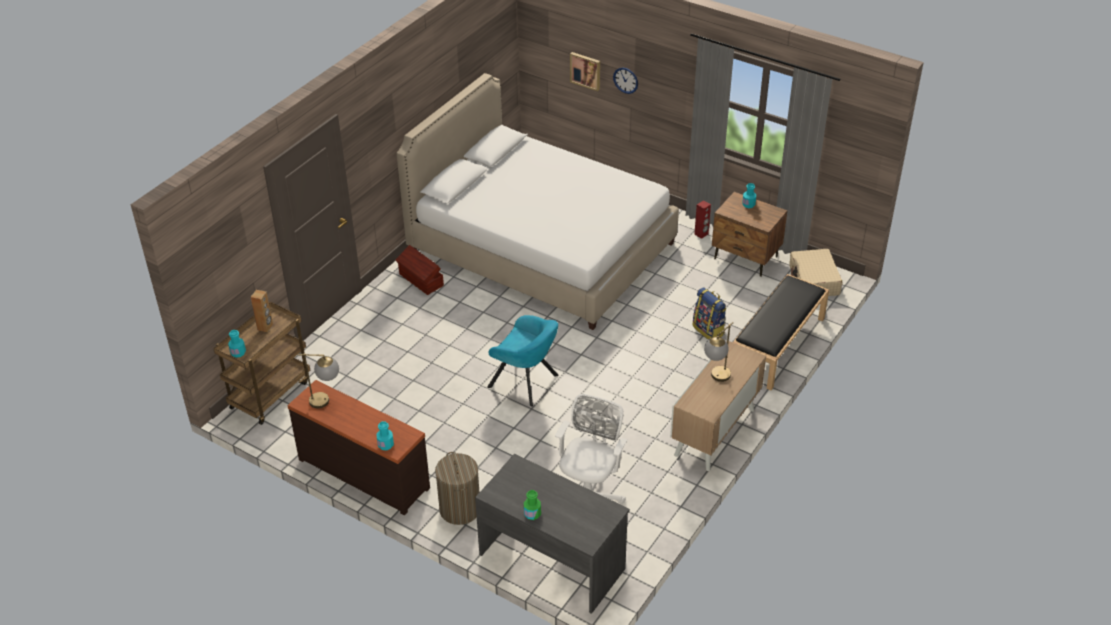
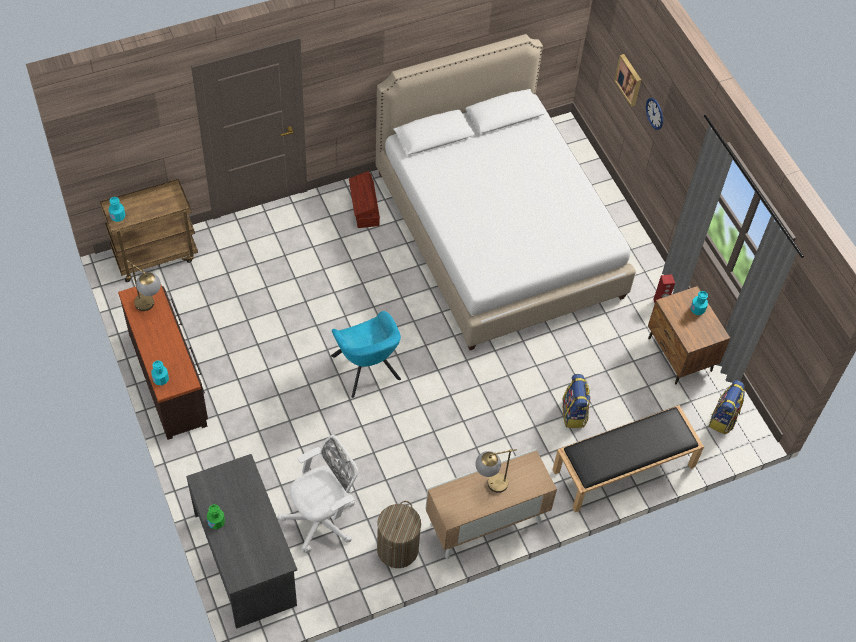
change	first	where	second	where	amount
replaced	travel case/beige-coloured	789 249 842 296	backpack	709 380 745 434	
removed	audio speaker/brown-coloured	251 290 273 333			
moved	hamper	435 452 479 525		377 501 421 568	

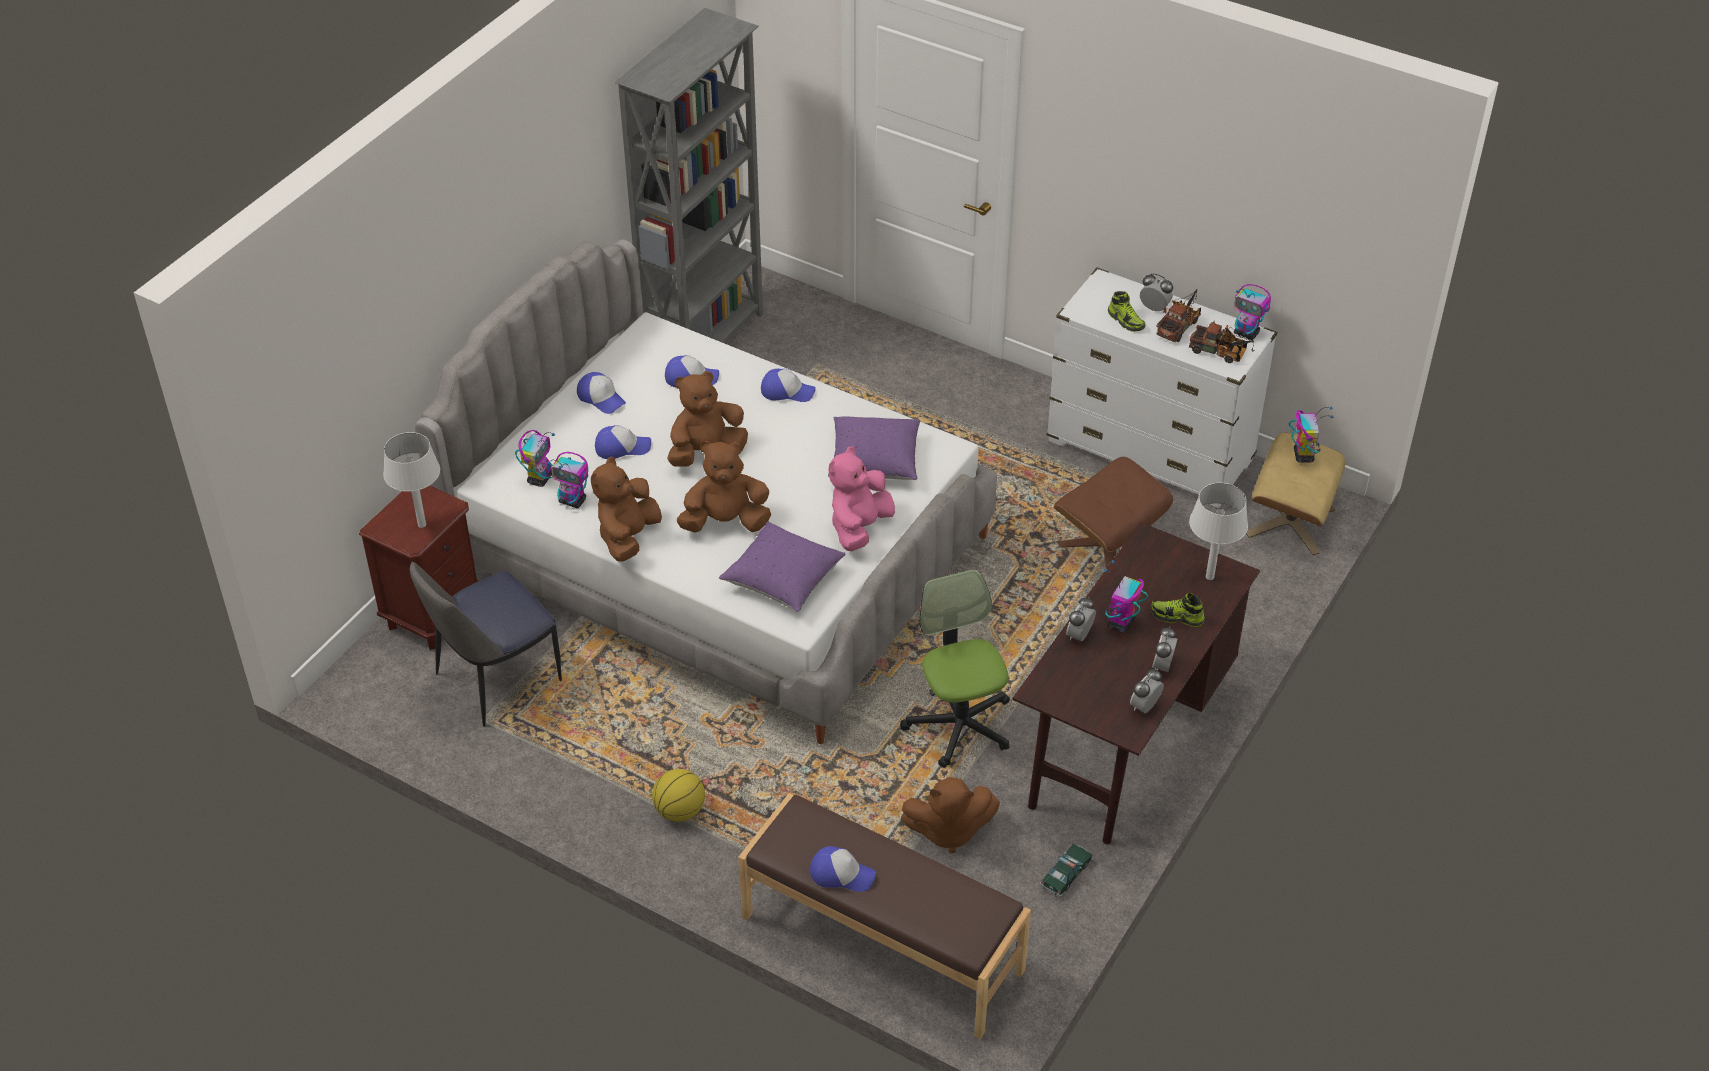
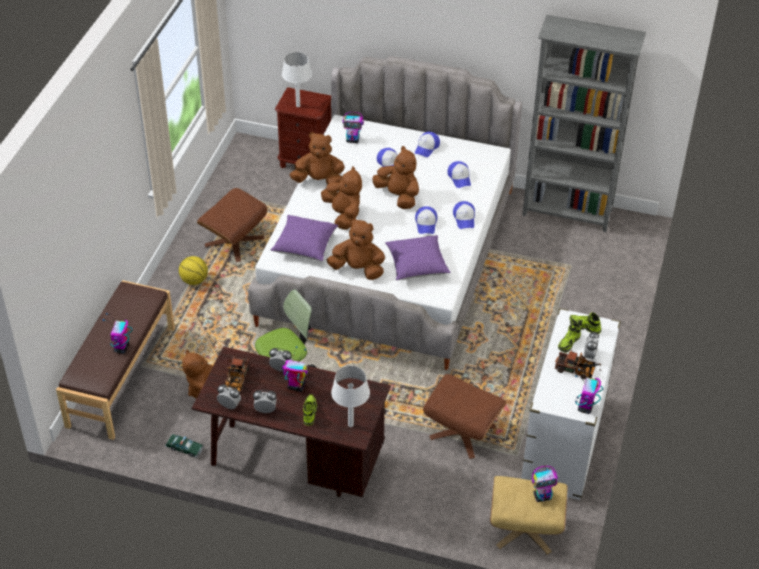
change	first	where	second	where	amount
moved	model truck	1189 320 1254 363		225 356 250 391	
recoloured	cuddly toy/pink	828 446 895 551	cuddly toy/brown-coloured	327 218 385 280	
moved	toy robot	547 452 588 508		103 313 133 354	
removed	upright chair	410 562 562 727			
moved	baseball cap	810 846 876 892		415 206 437 234	
added			pouffe/brown-coloured	197 188 268 262	
added			item of footwear	570 313 601 334	

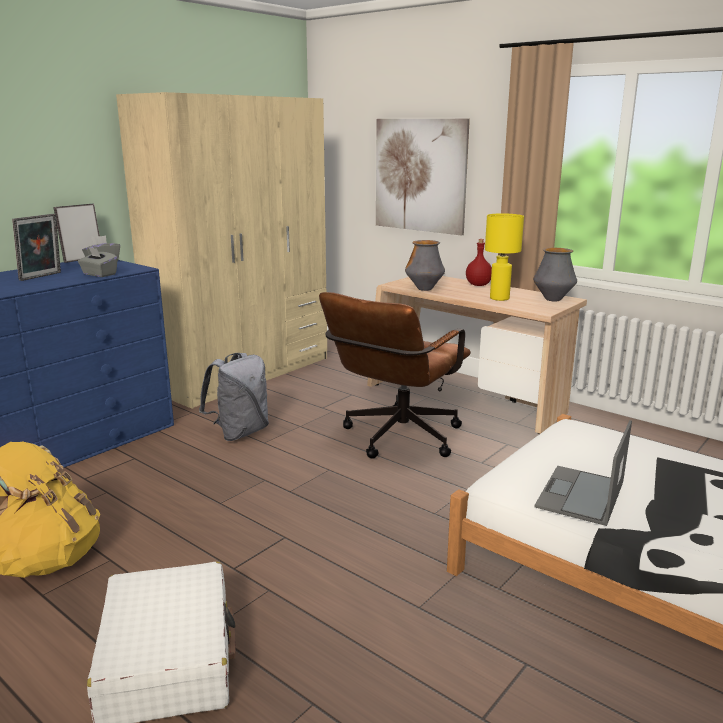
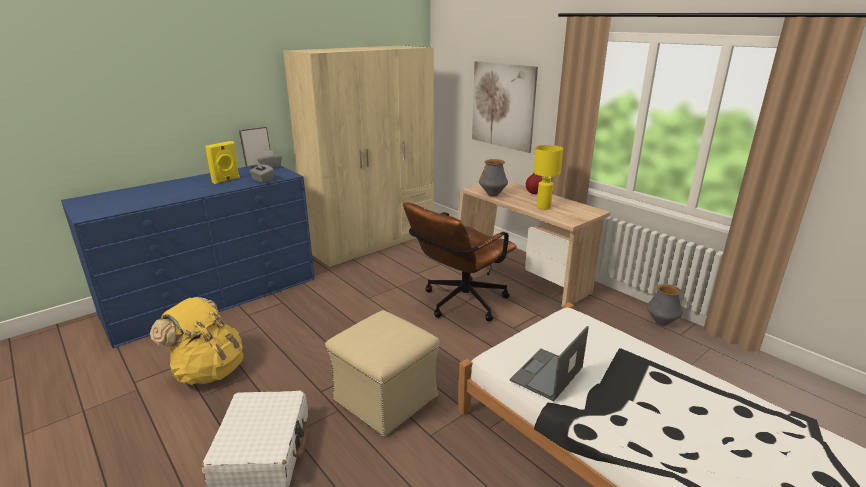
change	first	where	second	where	amount
replaced	standing frame	12 214 61 281	audio speaker/yellow	205 141 240 184	
moved	flower vase	533 248 577 301		647 284 682 326	
removed	backpack/grey	199 353 269 441			
added			pouffe/beige-coloured	325 310 440 437	

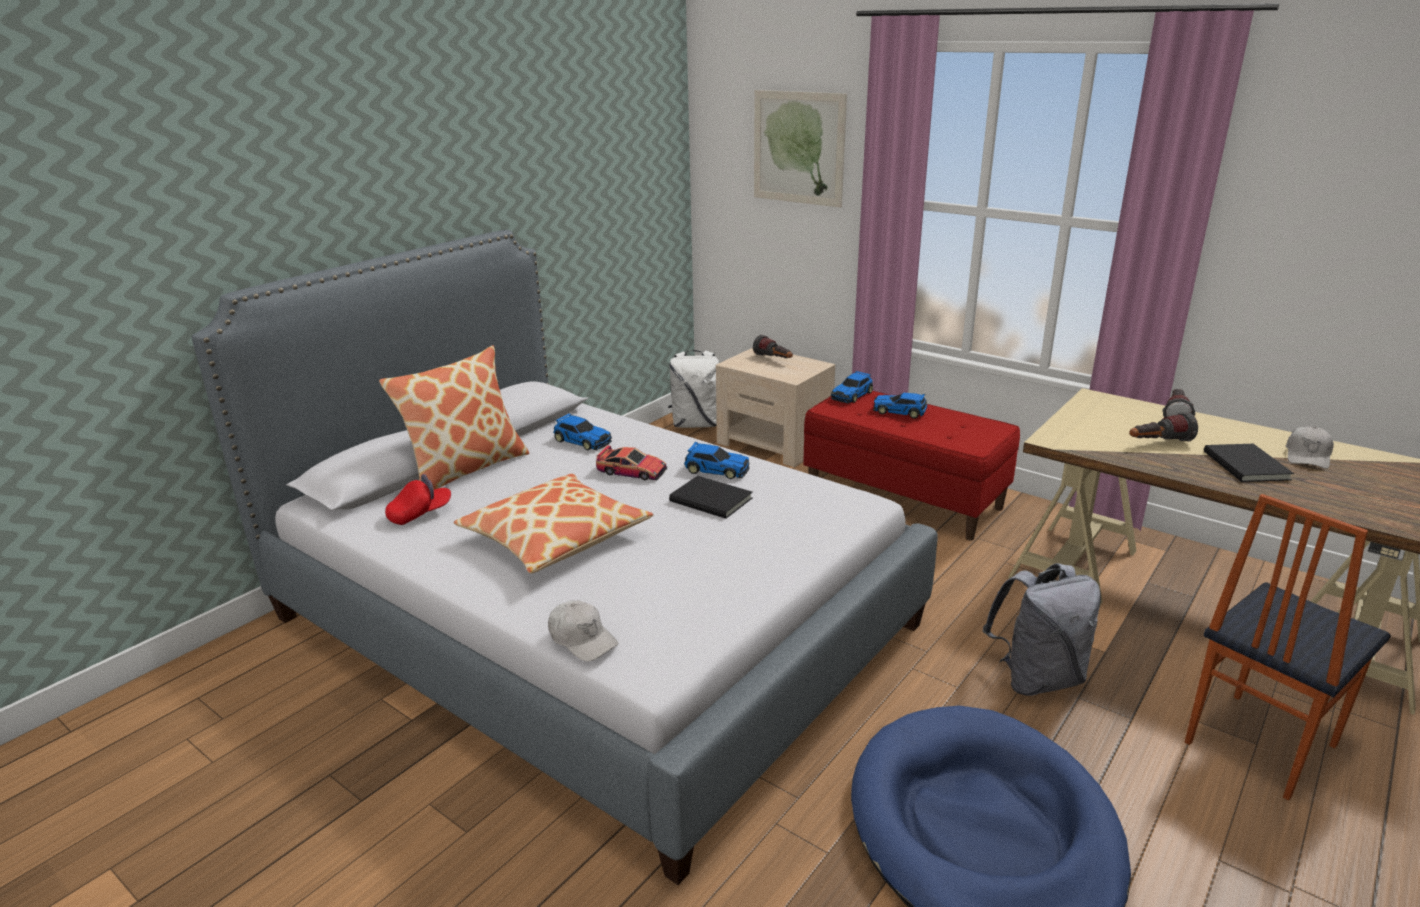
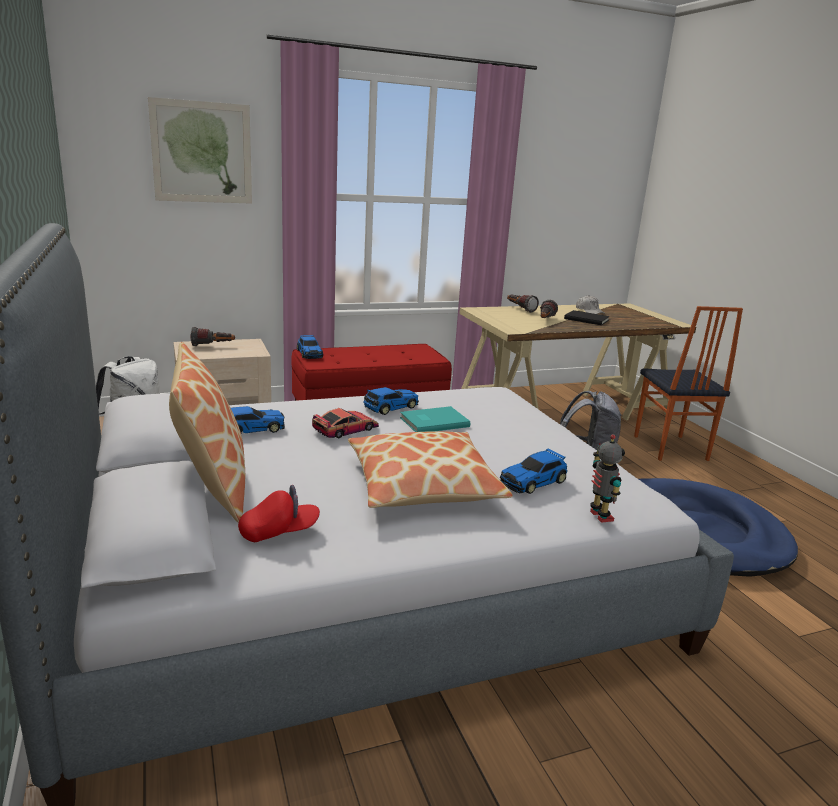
change	first	where	second	where	amount
moved	miniature car	873 393 927 419		500 448 567 494	
turned	baseball cap/red-coloured	385 474 451 525		238 485 320 542	75 degrees clockwise
recoloured	bound book/blackish	669 476 752 519	bound book/turquoise	400 406 470 432	
replaced	baseball cap/white	548 600 618 662	toy robot	590 434 625 523	

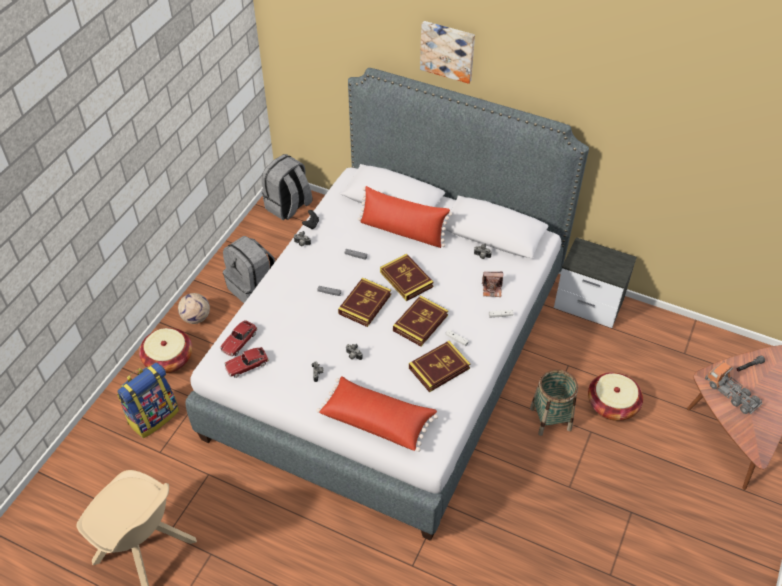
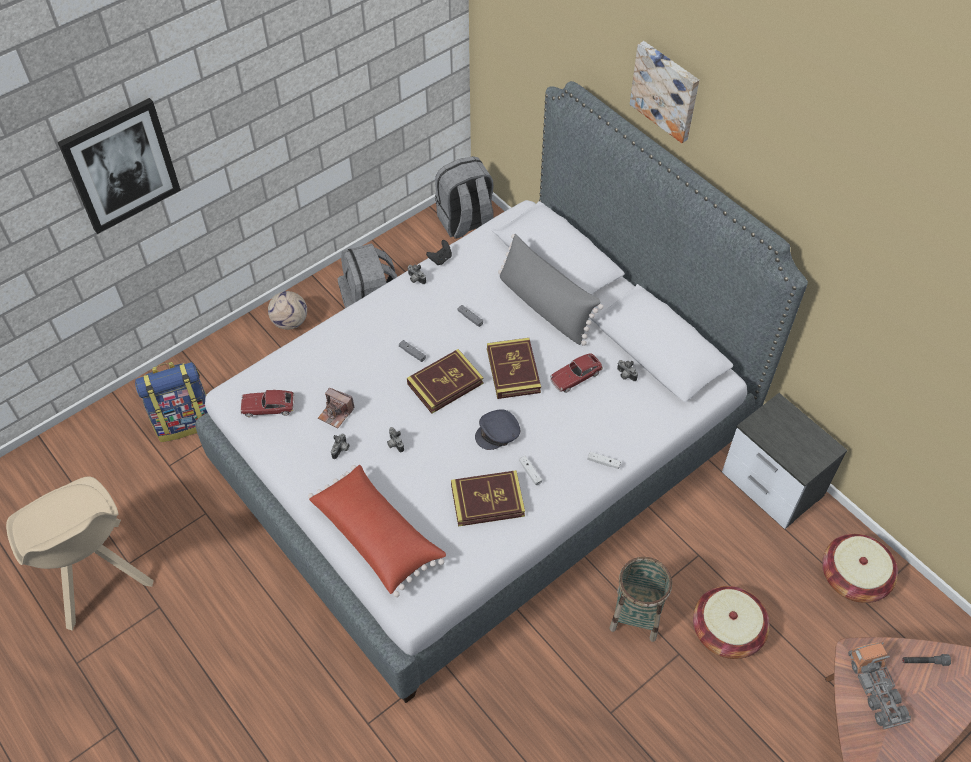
change	first	where	second	where	amount
recoloured	throw pillow/red-coloured	358 186 452 248	throw pillow/grey	498 234 603 346	
moved	photo camera	482 272 503 297		318 388 355 428	
replaced	bound book	393 295 448 346	baseball cap/grey	475 409 520 450	
moved	miniature car	220 320 257 357		550 353 603 393	
moved	household basket	139 328 192 373		822 534 898 603	
added			wall art	58 98 181 234	

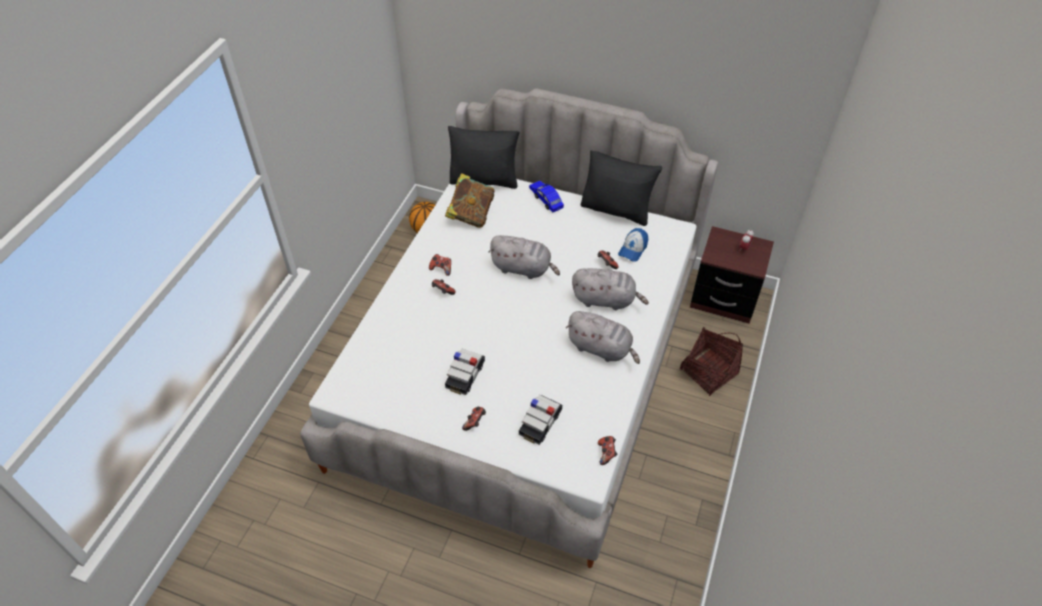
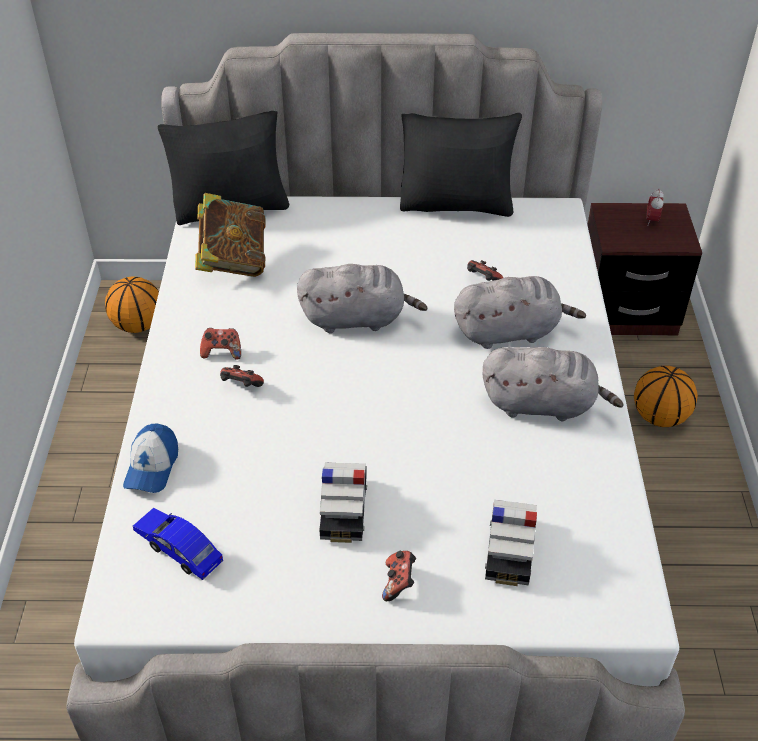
change	first	where	second	where	amount
moved	miniature car/blue	529 181 564 212		133 508 223 580	
moved	baseball cap	618 228 648 262		123 424 178 493	
replaced	household basket	680 327 743 396	ball for basketball	634 366 698 427	
removed	joypad	598 436 617 465			

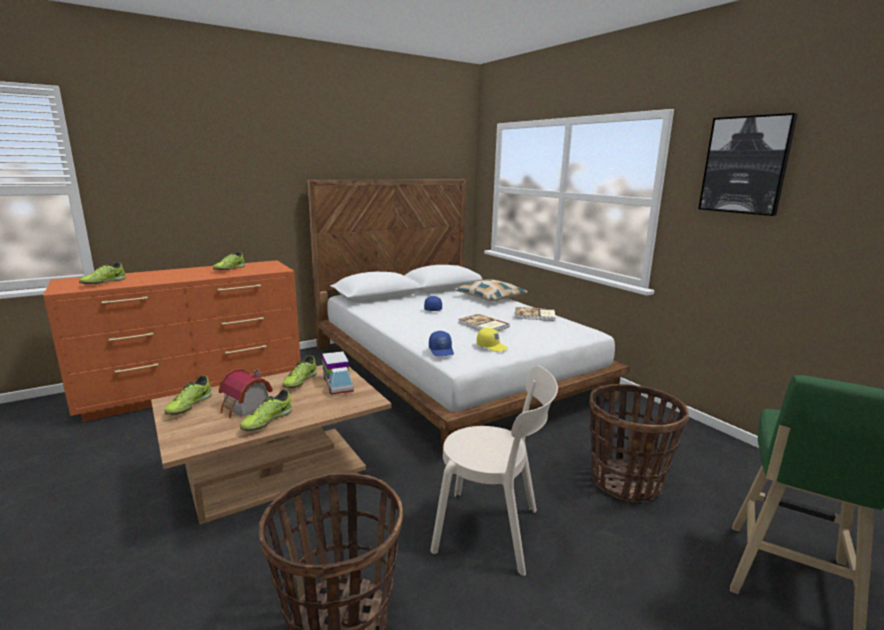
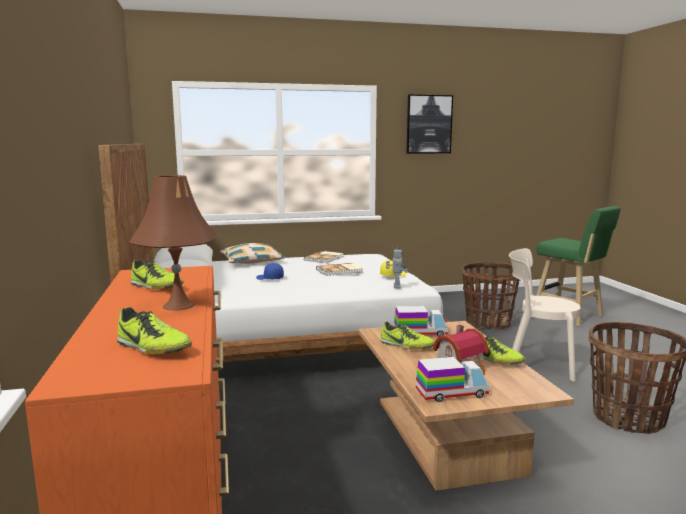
change	first	where	second	where	amount
replaced	baseball cap/blue	429 331 454 356	toy robot	386 245 408 288	
turned	upright chair/beige-coloured	430 365 558 576		509 248 581 382	105 degrees counterclockwise
replaced	item of footwear	164 375 212 415	model truck	416 357 489 402	
added			table lamp/brown-coloured	129 175 217 311	

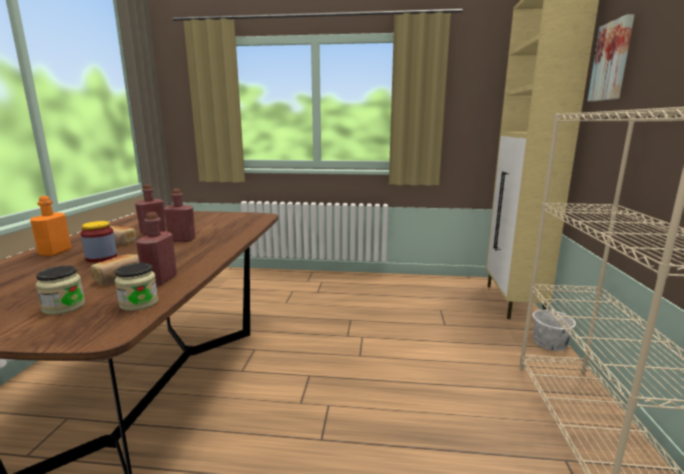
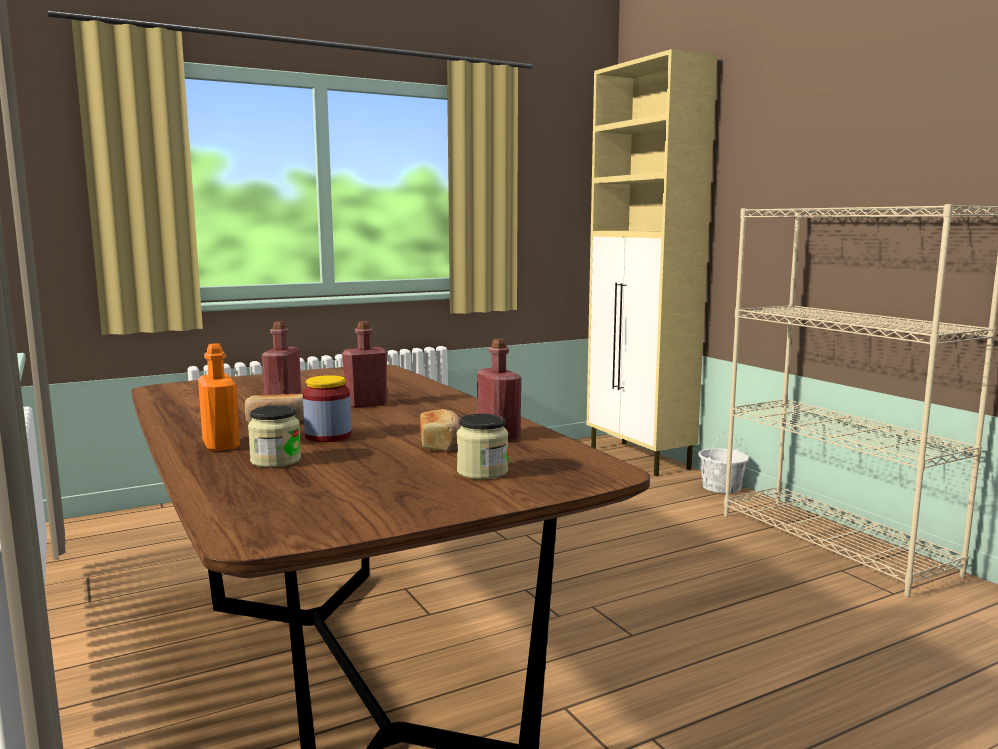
change	first	where	second	where	amount
removed	wall art	587 14 634 101			
moved	storage jar	115 263 159 311		248 405 301 468	

